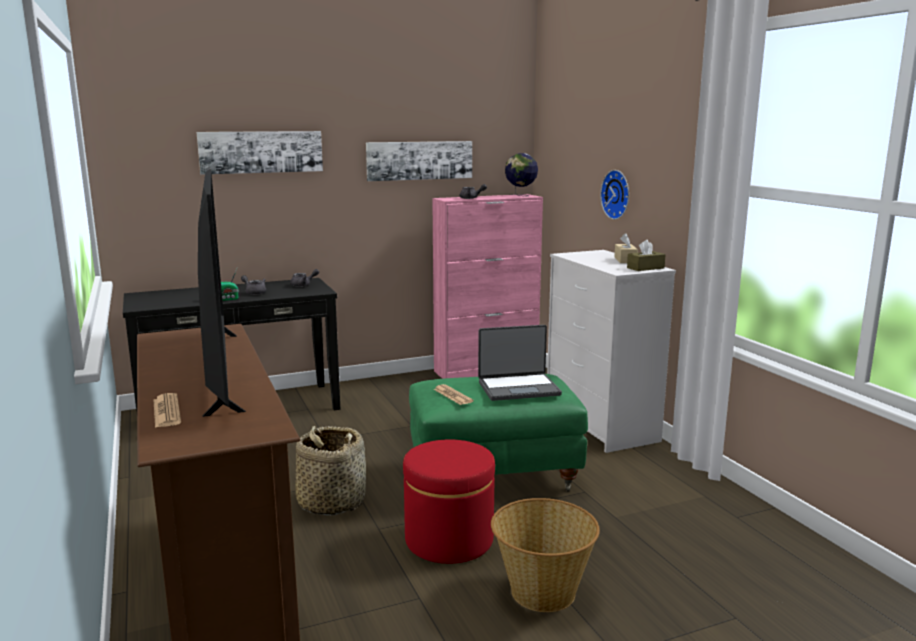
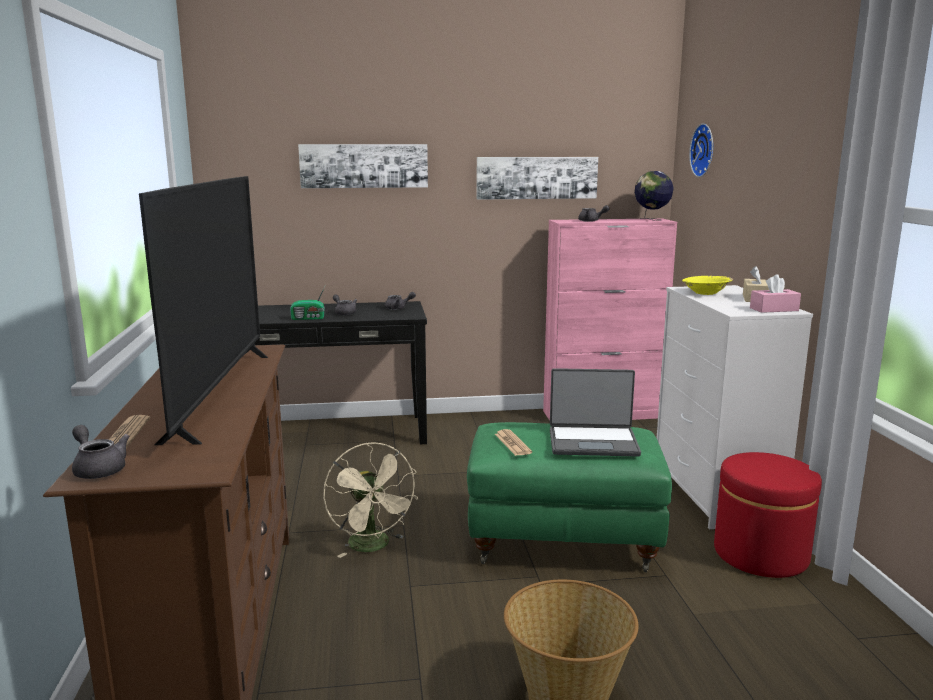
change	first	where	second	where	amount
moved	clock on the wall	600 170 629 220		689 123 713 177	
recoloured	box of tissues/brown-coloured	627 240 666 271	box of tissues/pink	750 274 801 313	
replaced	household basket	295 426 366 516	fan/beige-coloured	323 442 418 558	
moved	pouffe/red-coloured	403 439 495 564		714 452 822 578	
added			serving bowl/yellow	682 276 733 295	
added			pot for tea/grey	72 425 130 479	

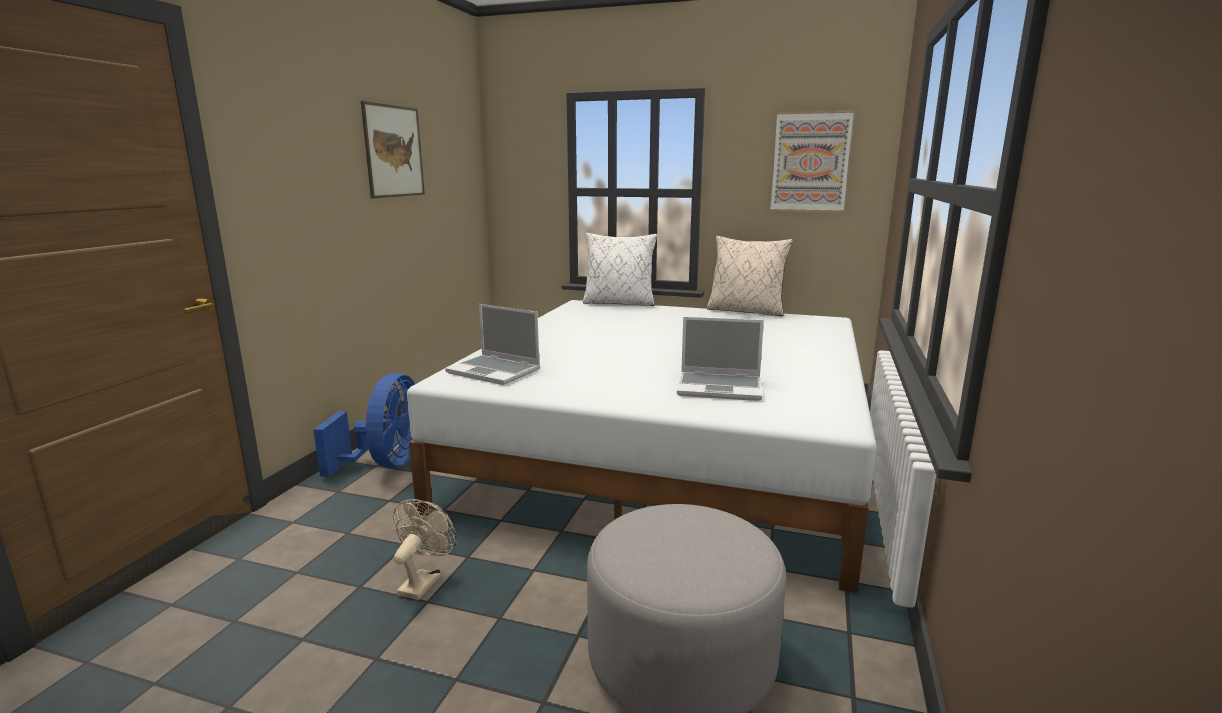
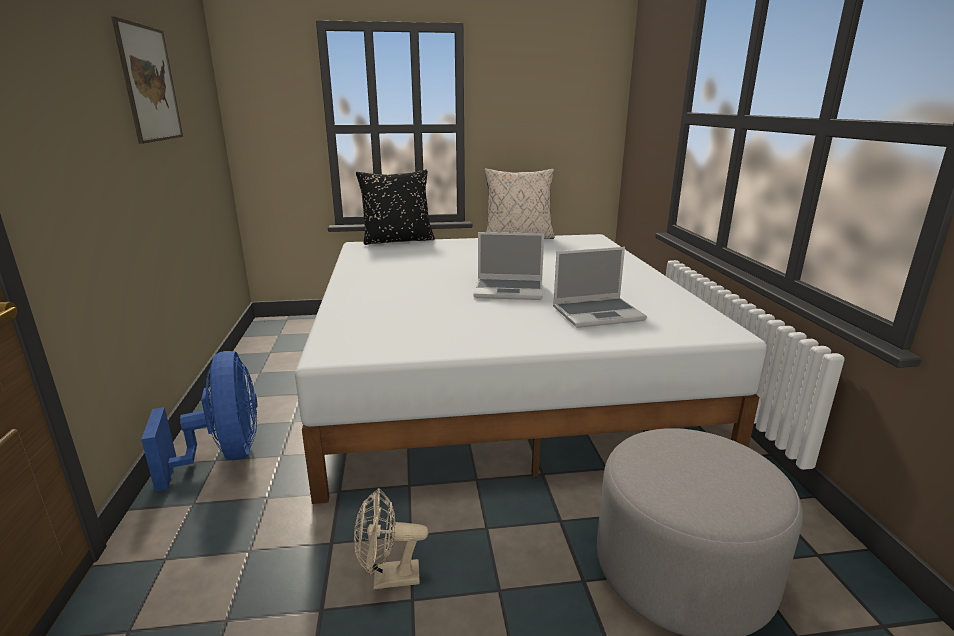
change	first	where	second	where	amount
removed	wall art	770 110 854 212			
recoloured	throw pillow/white	583 233 658 306	throw pillow/blackish	356 170 435 245	
moved	laptop	445 304 540 385		473 232 544 300	
turned	fan/beige-coloured	393 499 457 600		354 488 428 589	90 degrees counterclockwise

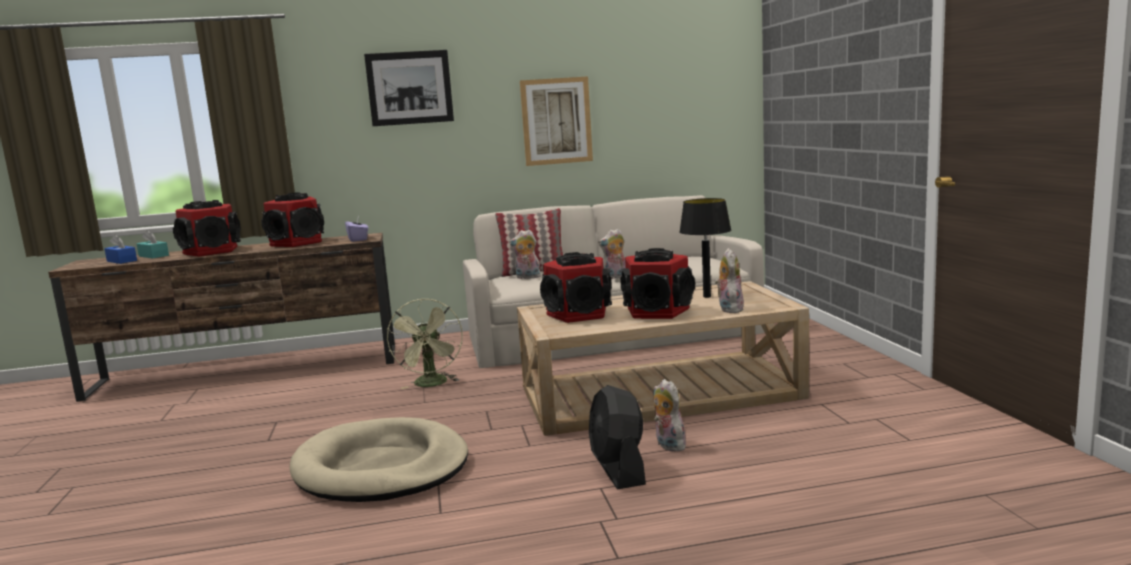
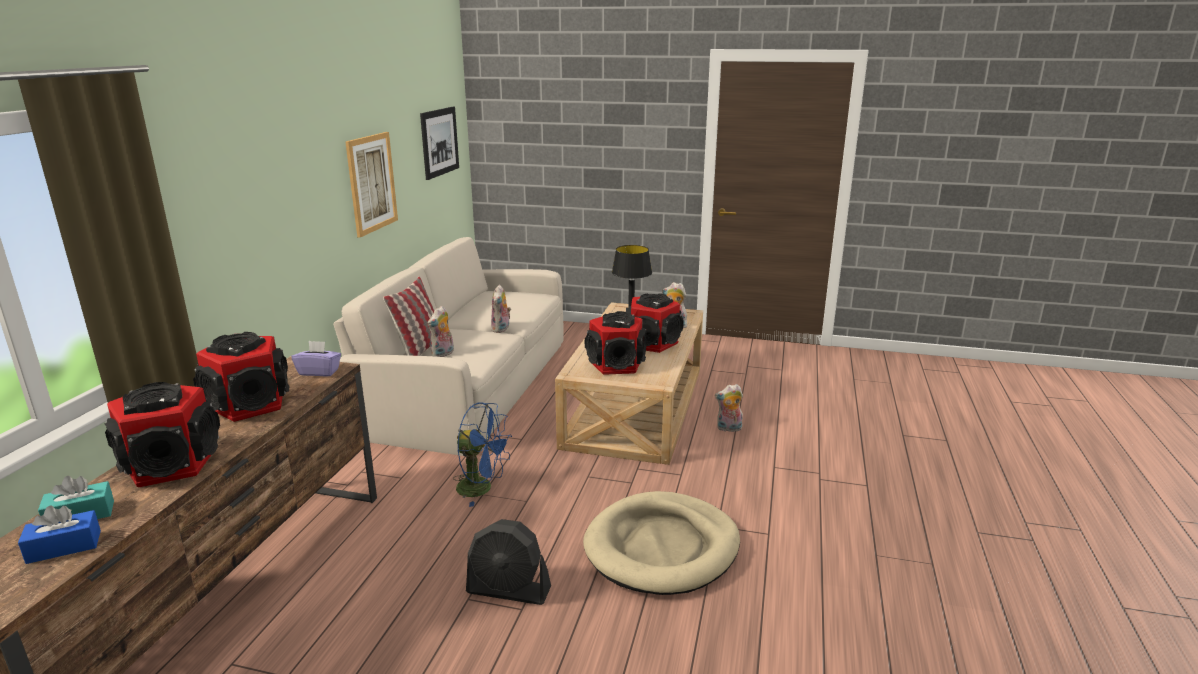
change	first	where	second	where	amount
moved	wall art	364 50 454 126		420 107 459 180	
recoloured	fan/greenish	387 298 463 389	fan/blue	453 403 512 507	
moved	fan/blackish	589 385 646 489		466 519 551 605	

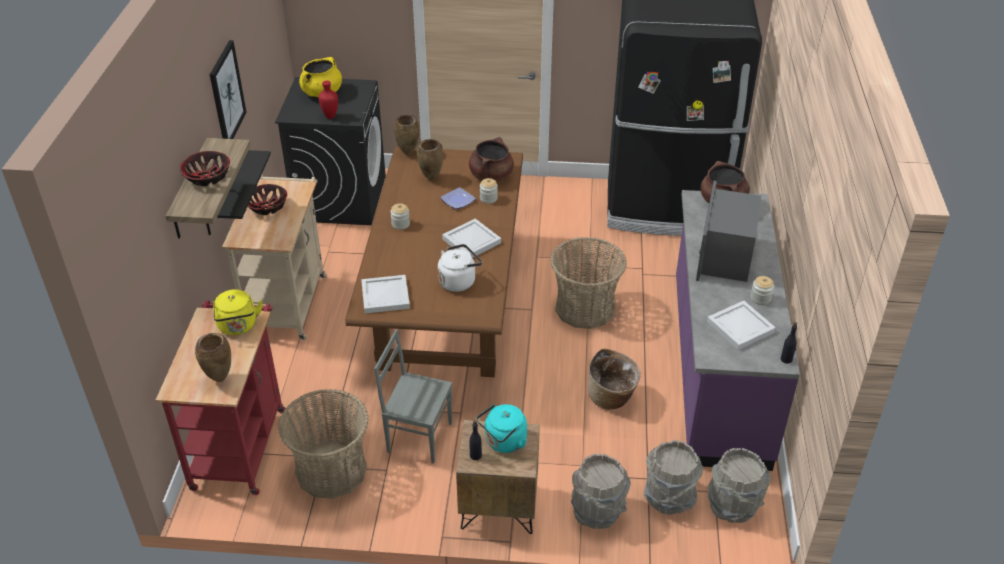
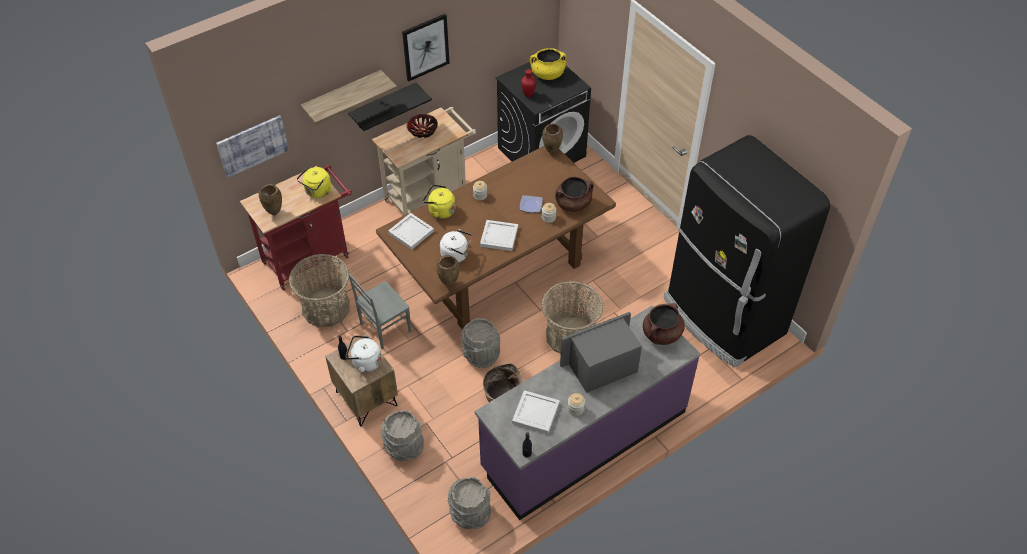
change	first	where	second	where	amount
moved	flower vase/brown-coloured	417 139 444 180		437 255 460 286	
removed	serving bowl	180 151 230 186			
turned	upright chair/grey	374 329 452 464		348 273 411 349	105 degrees counterclockwise
recoloured	water kettle/turquoise	476 404 527 453	water kettle/white	346 335 382 372	
moved	water bucket/grey	643 440 703 515		461 318 500 368	
added			wall art	216 115 289 178	
added			water kettle/yellow	423 184 455 219	

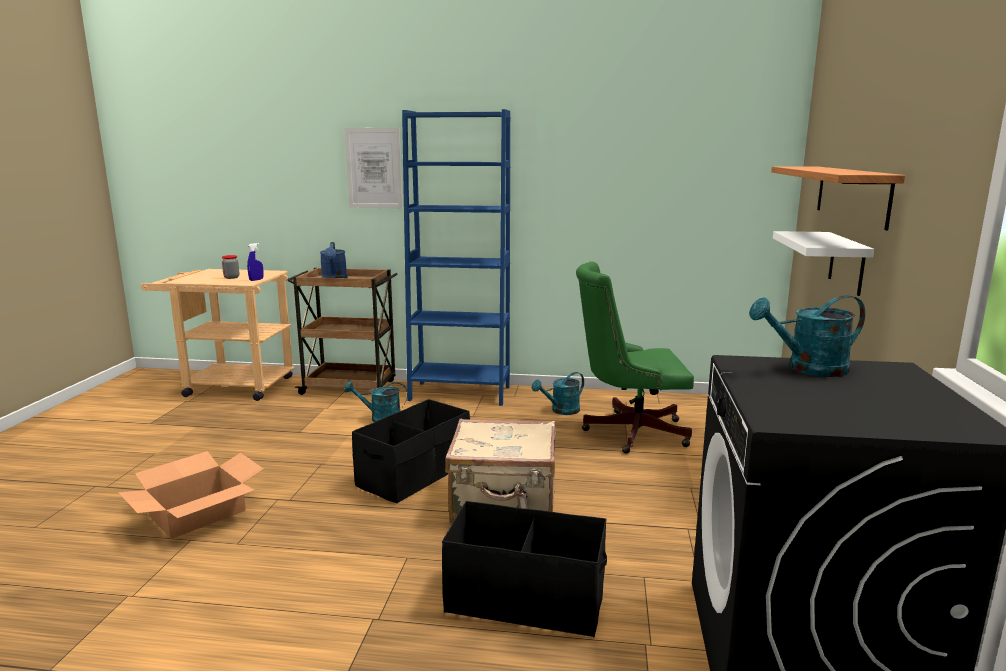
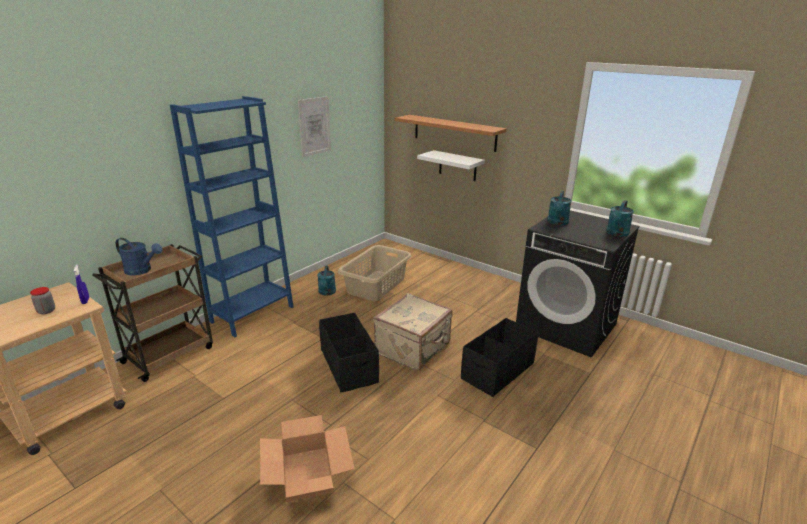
change	first	where	second	where	amount
moved	wall art	344 128 403 208		298 96 331 157	
replaced	computer chair/greenish	576 262 694 454	hamper/beige-coloured	338 245 412 301	
moved	watering can/turquoise	344 381 408 422		606 200 634 236	

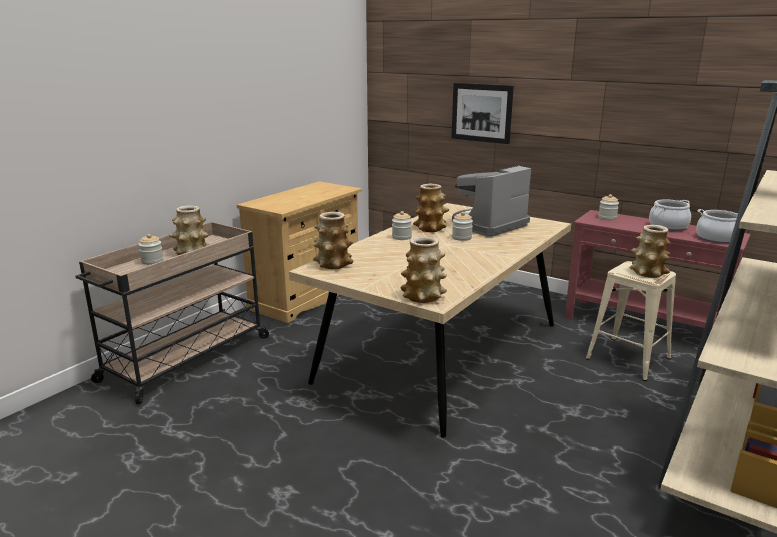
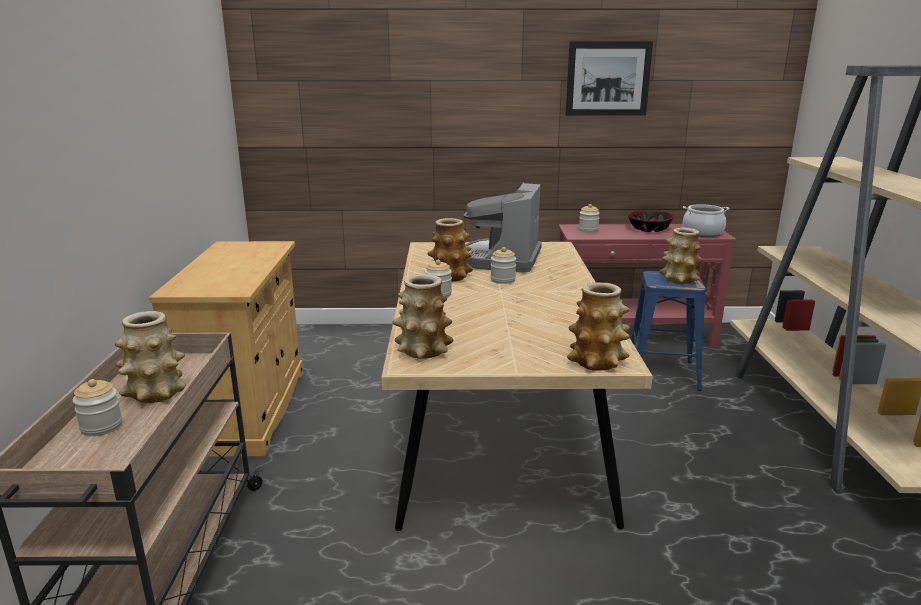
change	first	where	second	where	amount
moved	wall art	451 83 514 144		566 41 653 116	
replaced	saucepot	649 199 691 231	serving bowl	628 210 674 232	
recoloured	sitting stool/beige-coloured	586 261 676 381	sitting stool/blue	631 271 706 391	

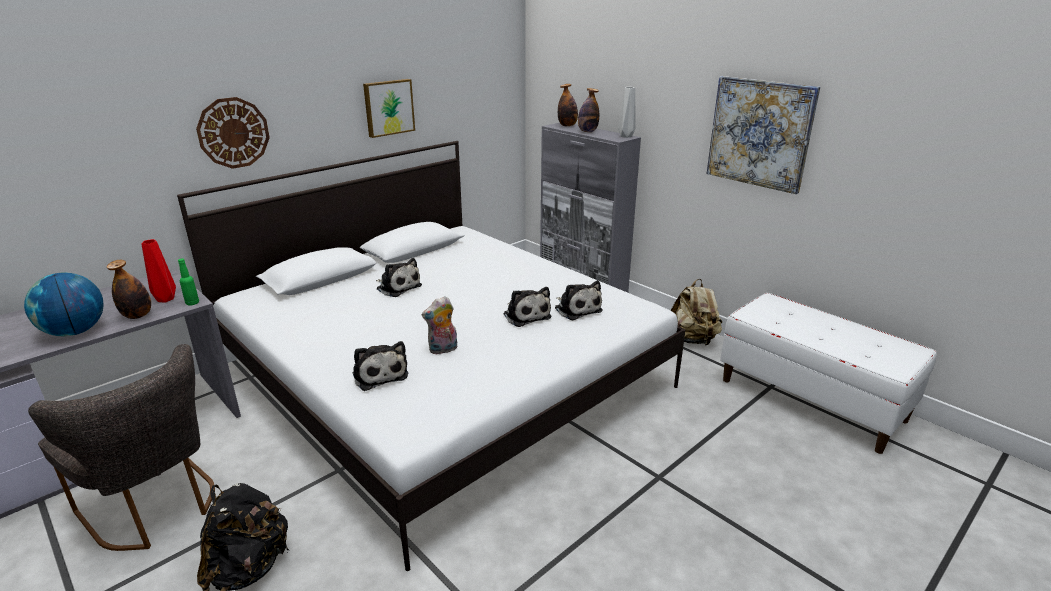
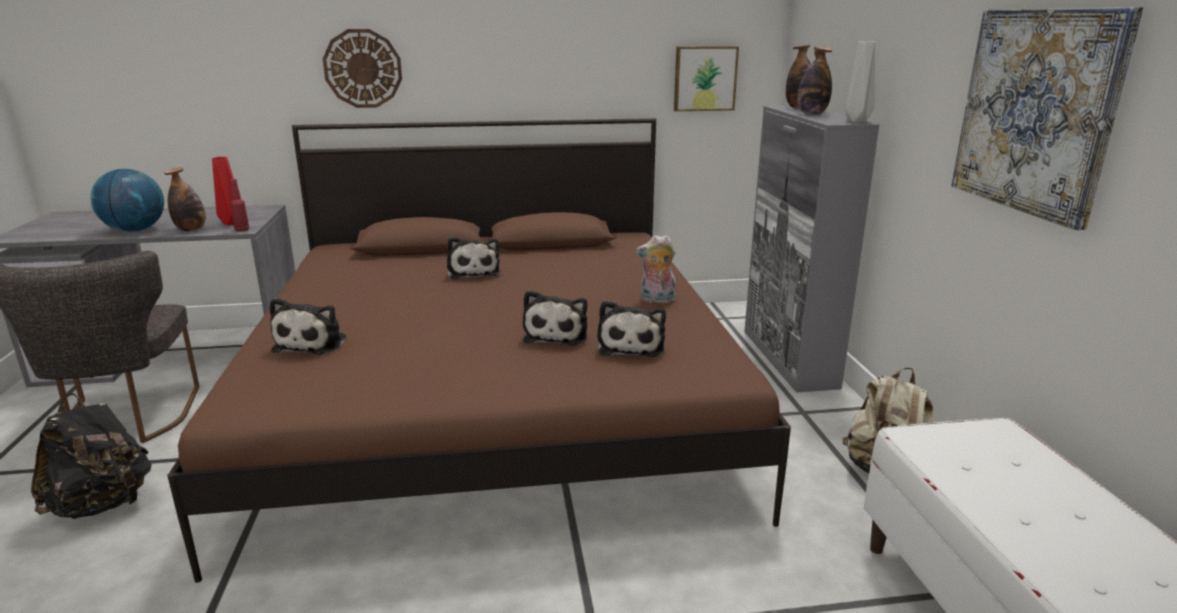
change	first	where	second	where	amount
moved	wall art	363 79 415 138		674 46 739 111	
recoloured	bed/white	177 141 685 571	bed/brown-coloured	167 118 791 583	
recoloured	bottle/greenish	178 258 199 305	bottle/red-coloured	230 179 249 232	
moved	cuddly toy	421 296 457 354		636 235 676 303	

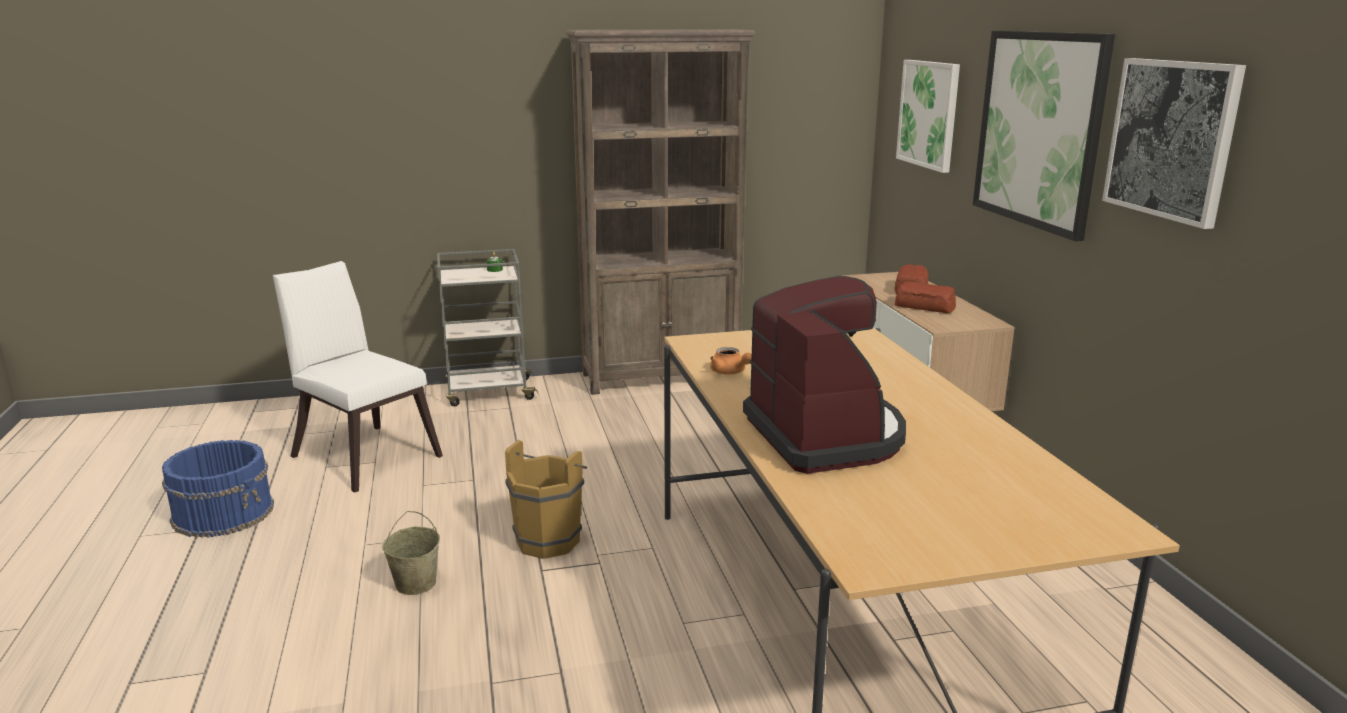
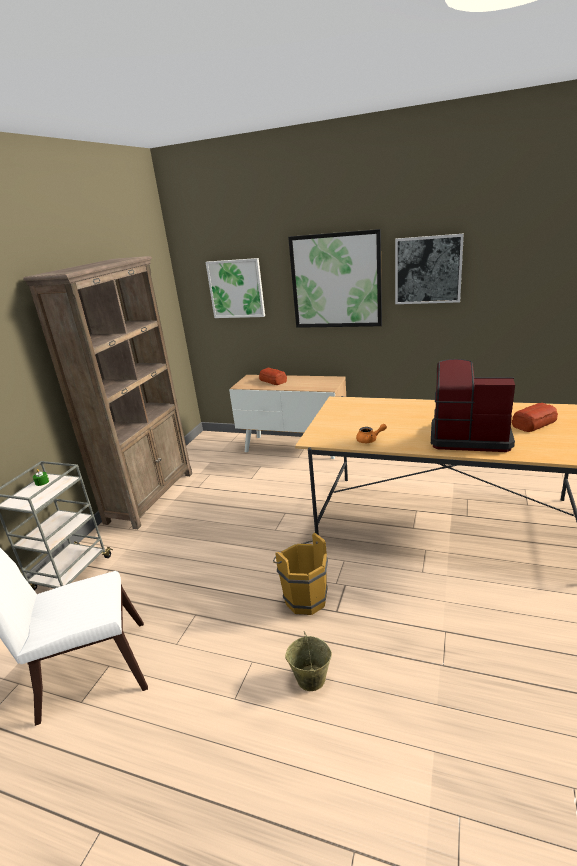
change	first	where	second	where	amount
moved	baked bread	894 281 956 313		512 403 558 432	
removed	water bucket/blue	162 440 274 538			

